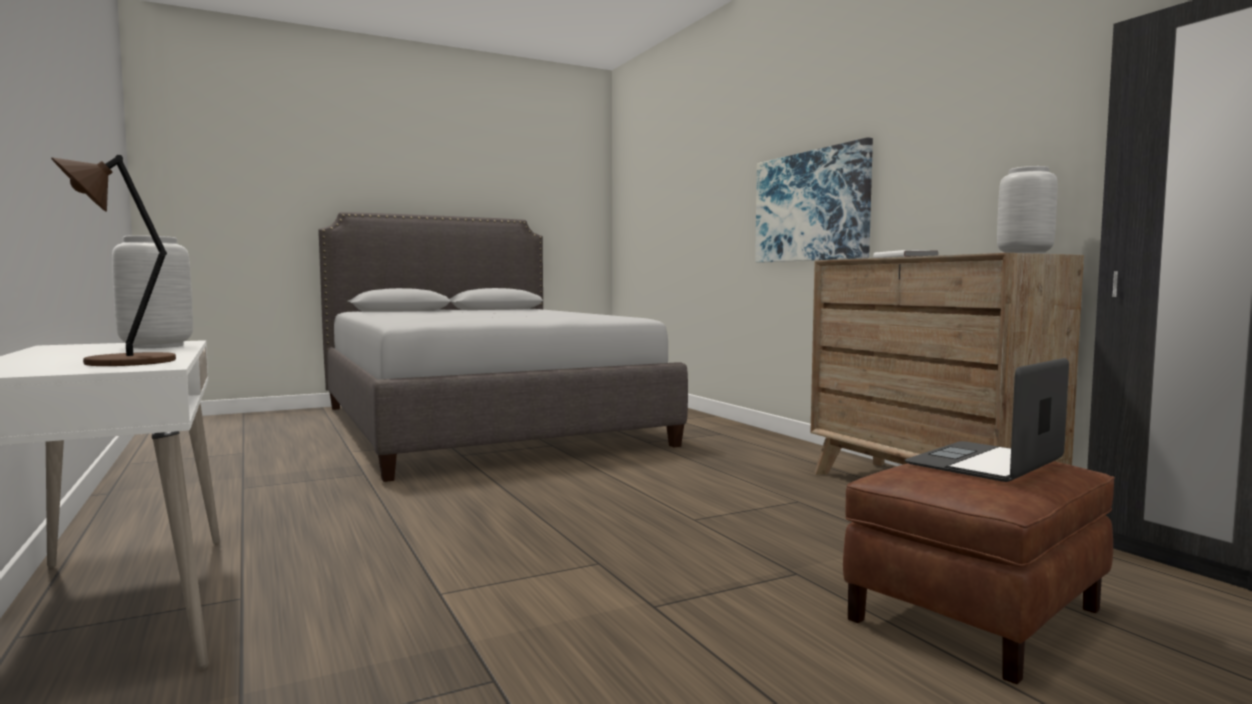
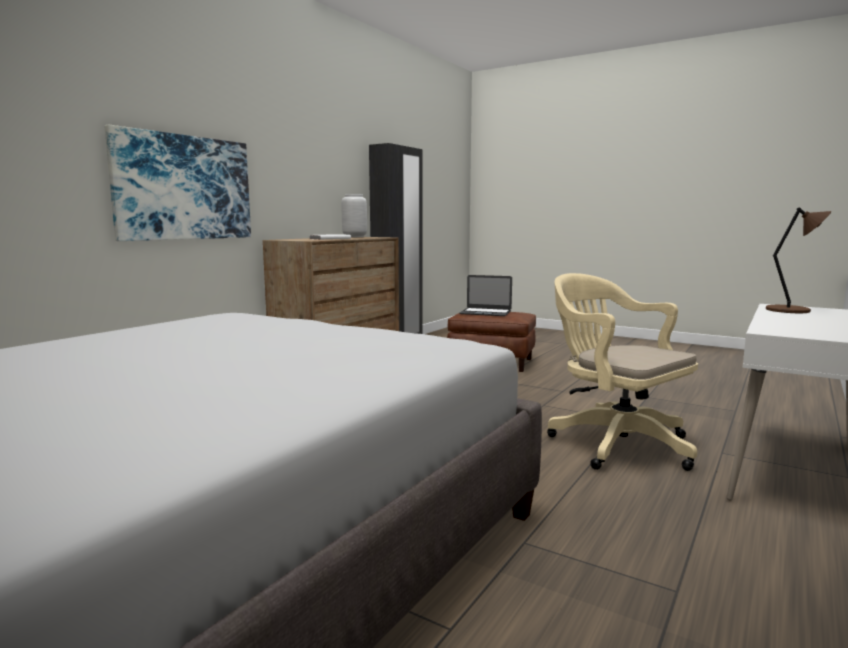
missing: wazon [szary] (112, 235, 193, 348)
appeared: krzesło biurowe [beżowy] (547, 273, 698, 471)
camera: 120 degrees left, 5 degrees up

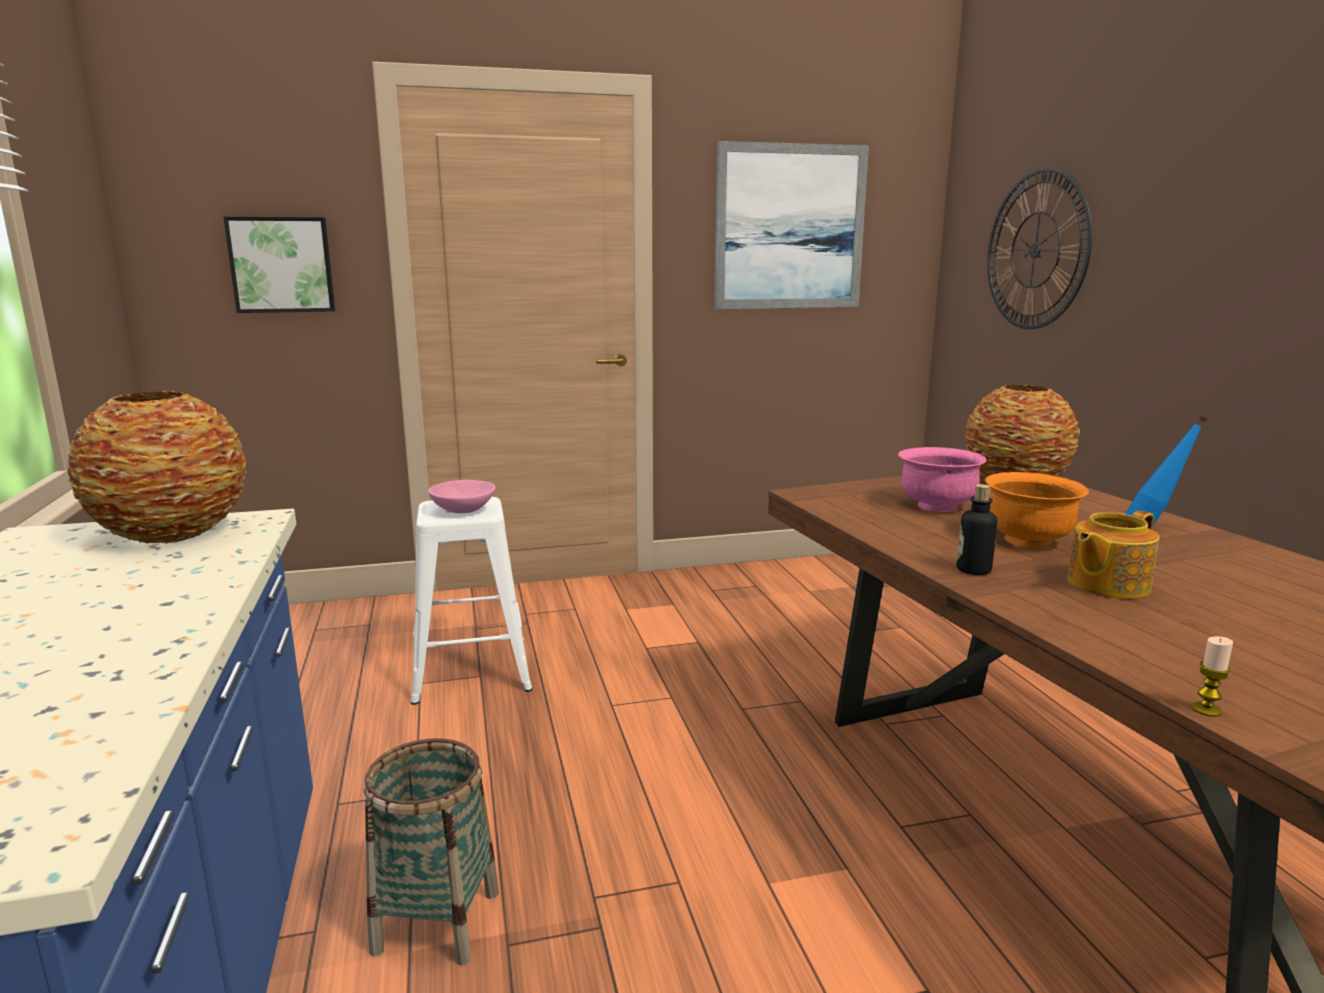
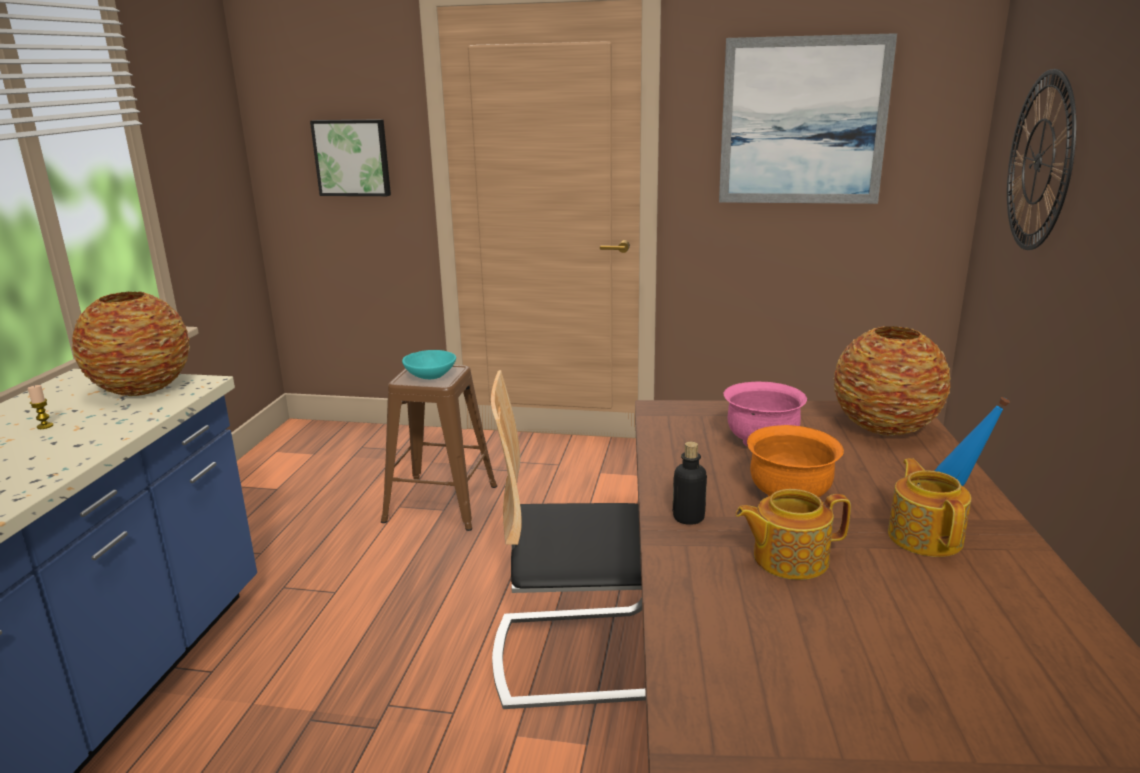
missing: koszyk (364, 738, 499, 965)
appeared: krzesło (491, 370, 646, 709); imbryk (888, 458, 971, 557)
relocated: świeca (1192, 636, 1233, 717) to (27, 385, 53, 429)
colour: stołek [biały] (411, 497, 533, 705) to stołek [brązowy] (381, 365, 497, 531); miska [różowy] (428, 480, 495, 513) to miska [turkusowy] (402, 350, 456, 379)
camera: 25 degrees right, 5 degrees up

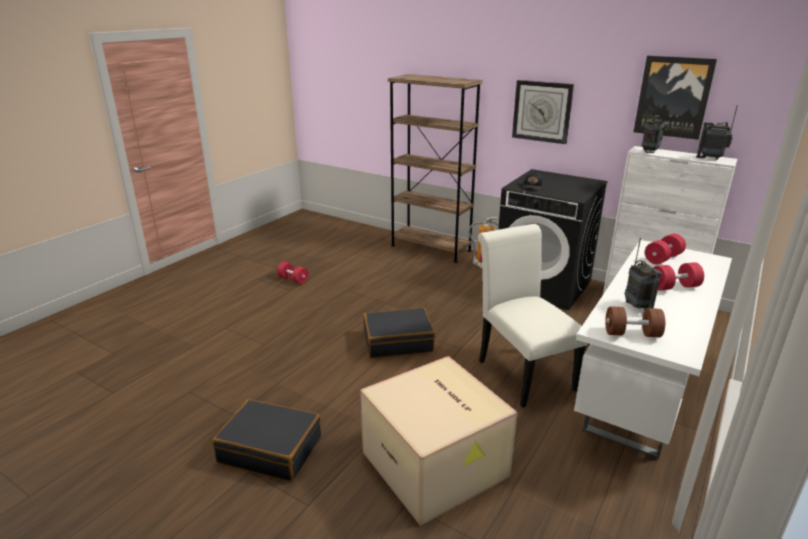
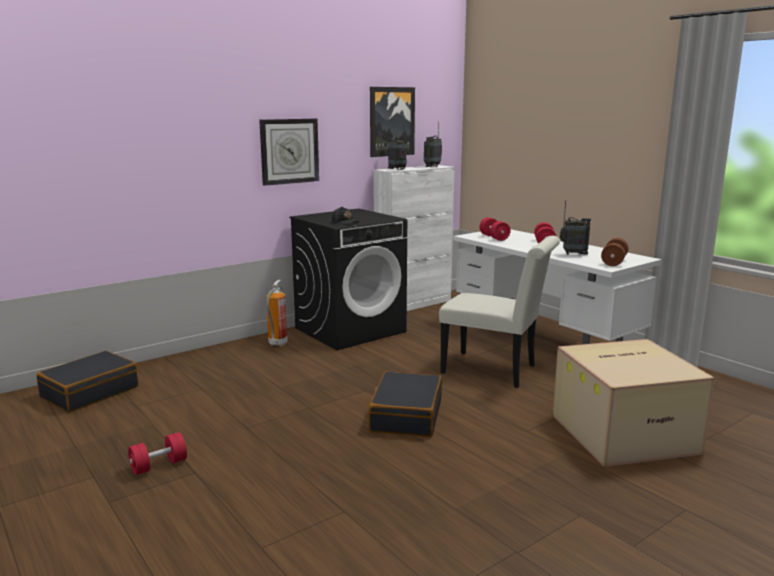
missing: regał [brązowy] (388, 74, 483, 263)
relocated: walizka [czarny] (212, 399, 321, 481) to (36, 351, 138, 413)
spun: krzesło [biały] (478, 224, 588, 408) = (439, 236, 560, 388) 150 degrees counterclockwise
camera: 70 degrees left, 10 degrees down

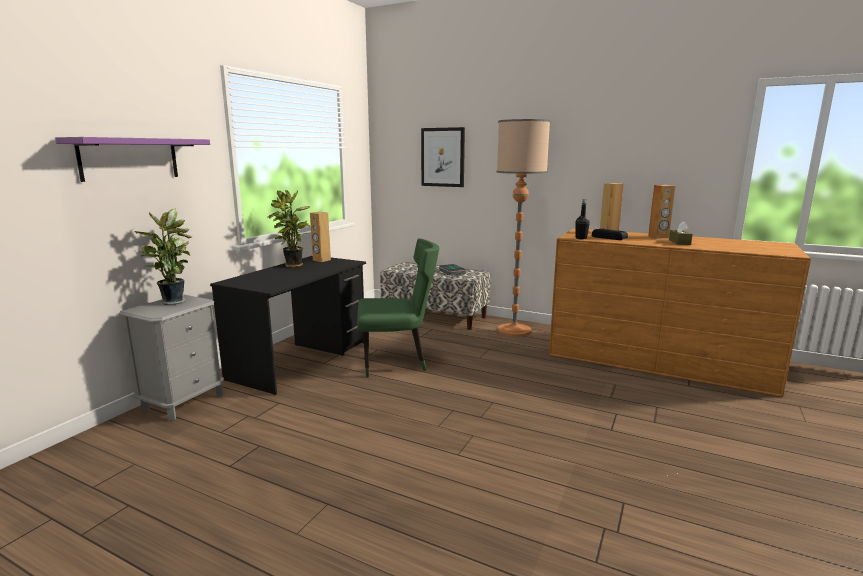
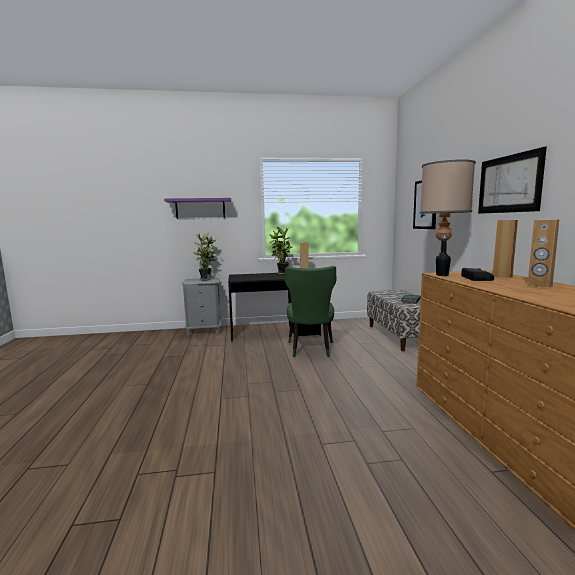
missing: pudełko chusteczek [brązowy] (669, 221, 693, 245)
appeared: obraz (478, 146, 547, 214)
spun: krzesło [zielony] (357, 238, 440, 378) = (285, 266, 336, 357) 45 degrees clockwise
camera: 55 degrees right, 5 degrees down

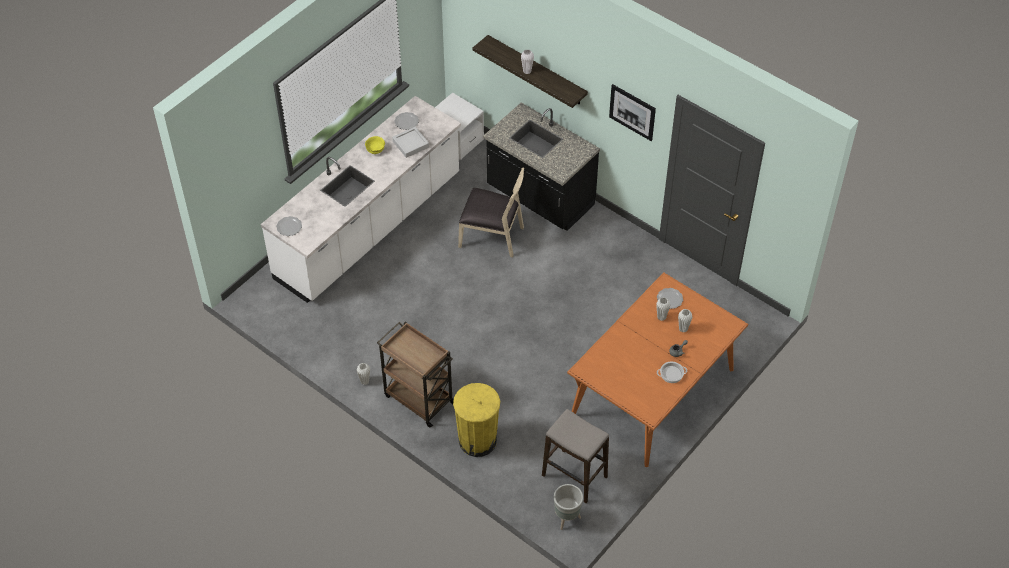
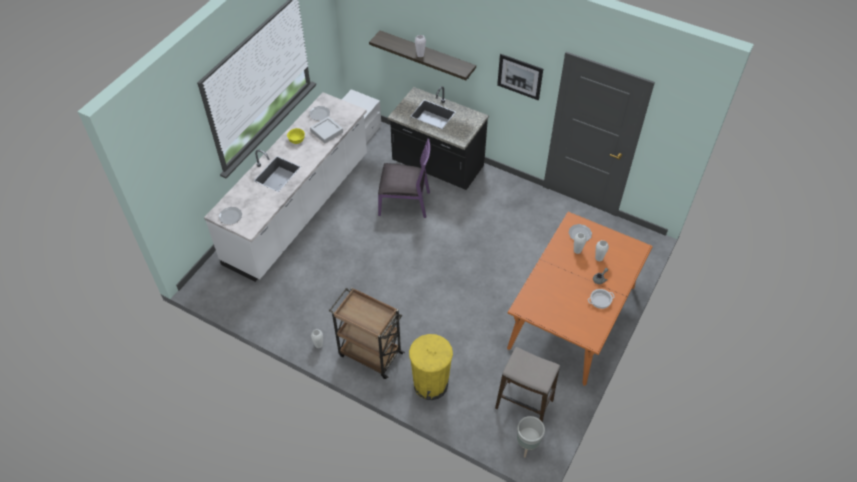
colour: krzesło [beżowy] (458, 167, 524, 257) to krzesło [fioletowy] (378, 139, 430, 218)
camera: 10 degrees left, 0 degrees up

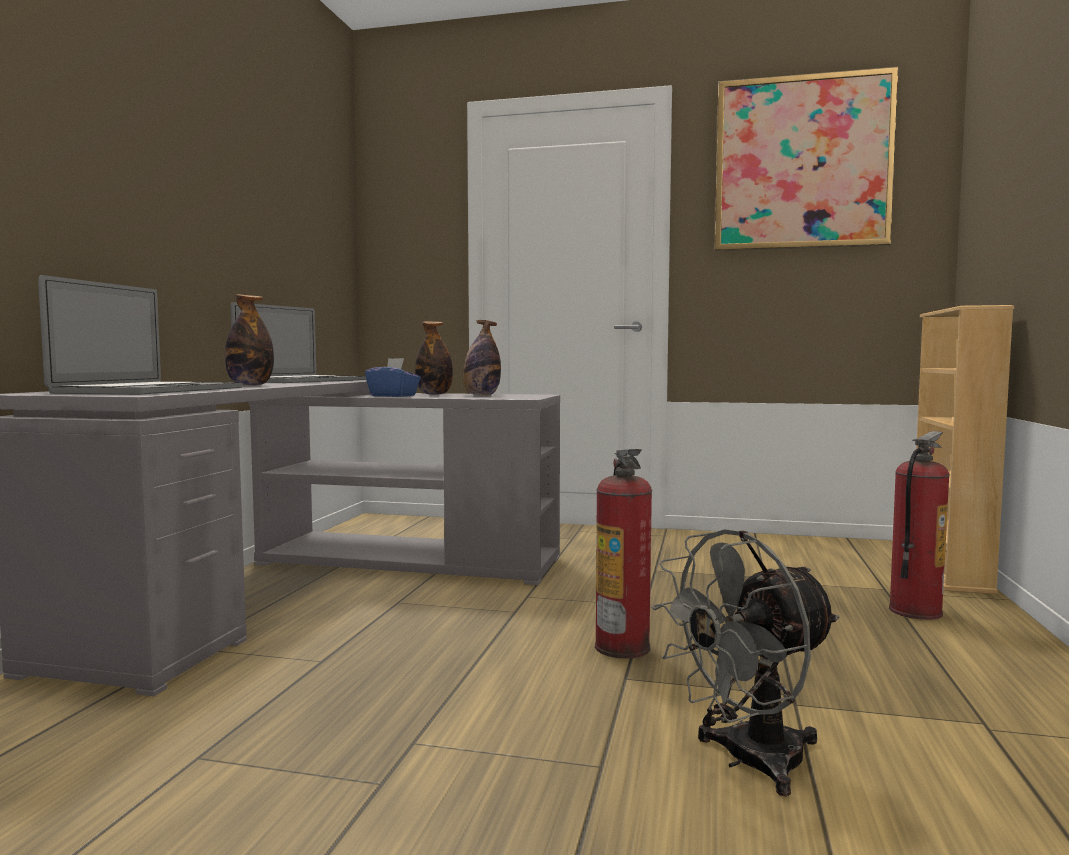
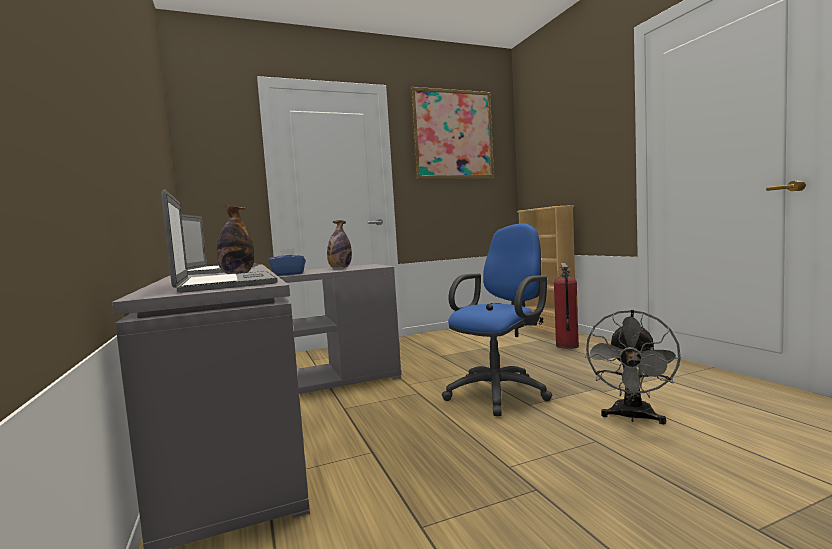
missing: butelka (415, 321, 453, 395)
exchanged: gaśnica (595, 449, 652, 659) to krzesło biurowe [niebieski] (442, 223, 552, 416)
camera: 35 degrees left, 0 degrees up

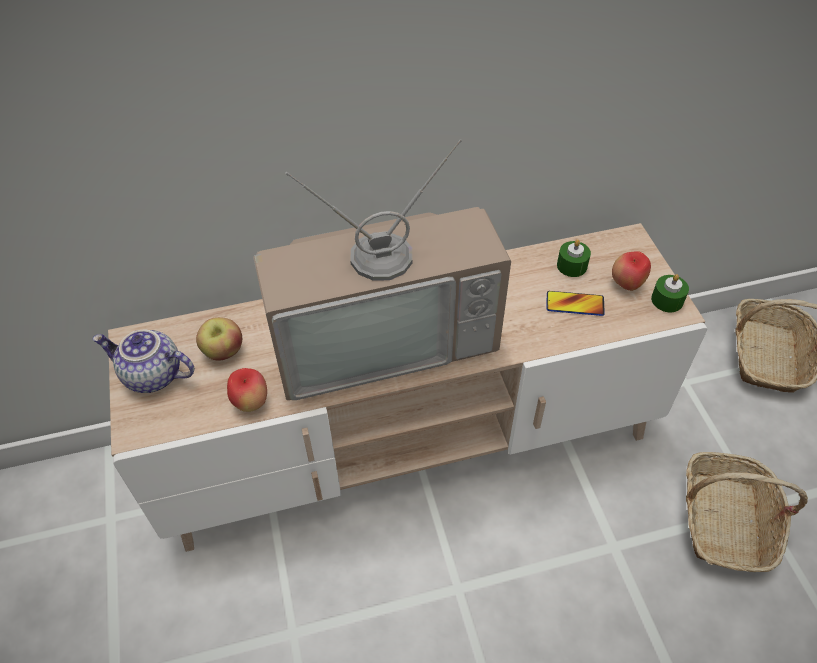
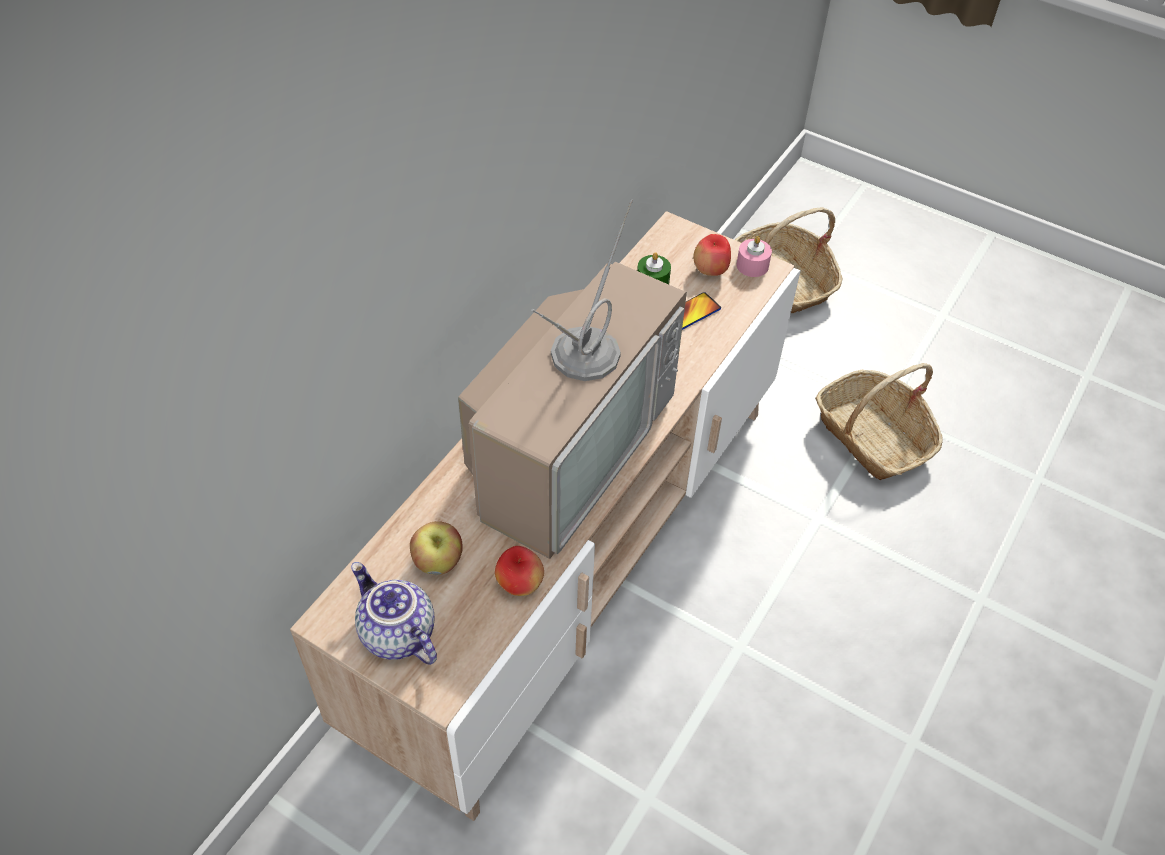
colour: świeca [zielony] (651, 274, 689, 312) to świeca [różowy] (736, 236, 772, 277)
spun: imbryk (93, 330, 195, 393) = (351, 562, 437, 665) 75 degrees clockwise
camera: 45 degrees left, 0 degrees up

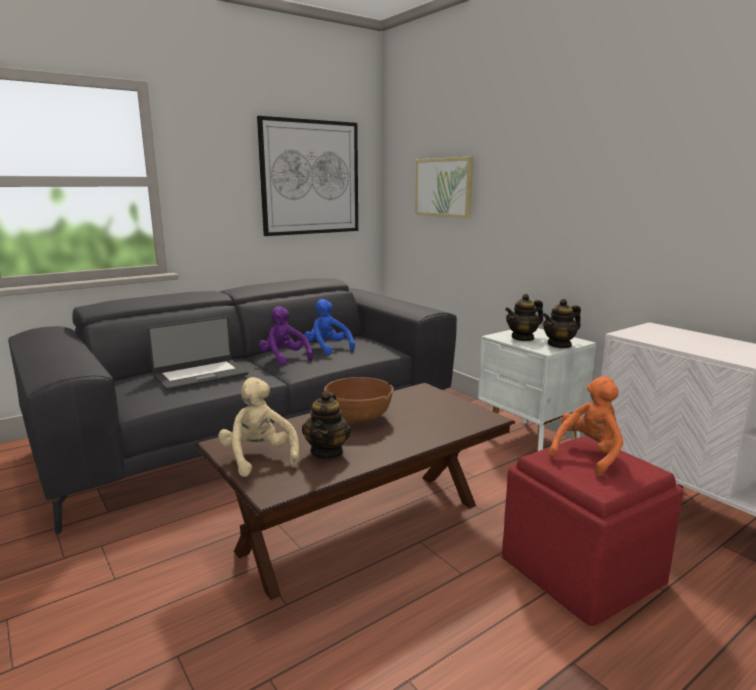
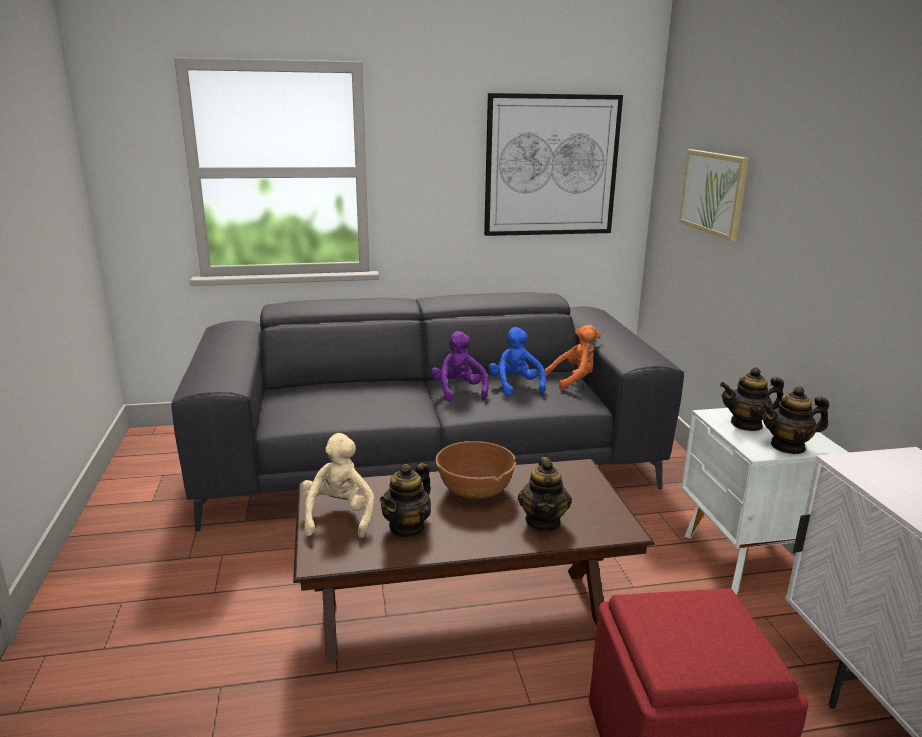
missing: laptop (147, 317, 249, 391)
appeared: imbryk (518, 457, 572, 532)
relocated: pluszak [pomarańczowy] (549, 376, 623, 476) to (545, 325, 601, 390)
camera: 25 degrees right, 5 degrees up

